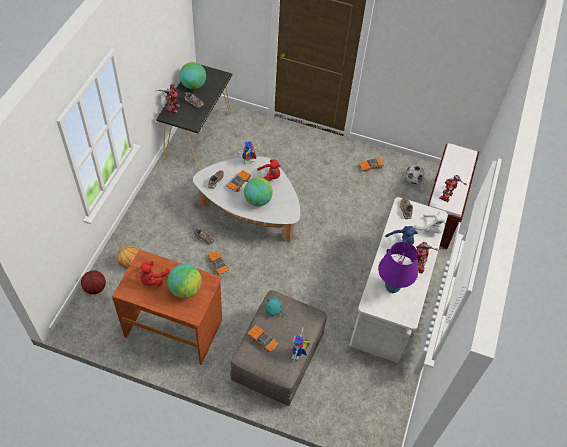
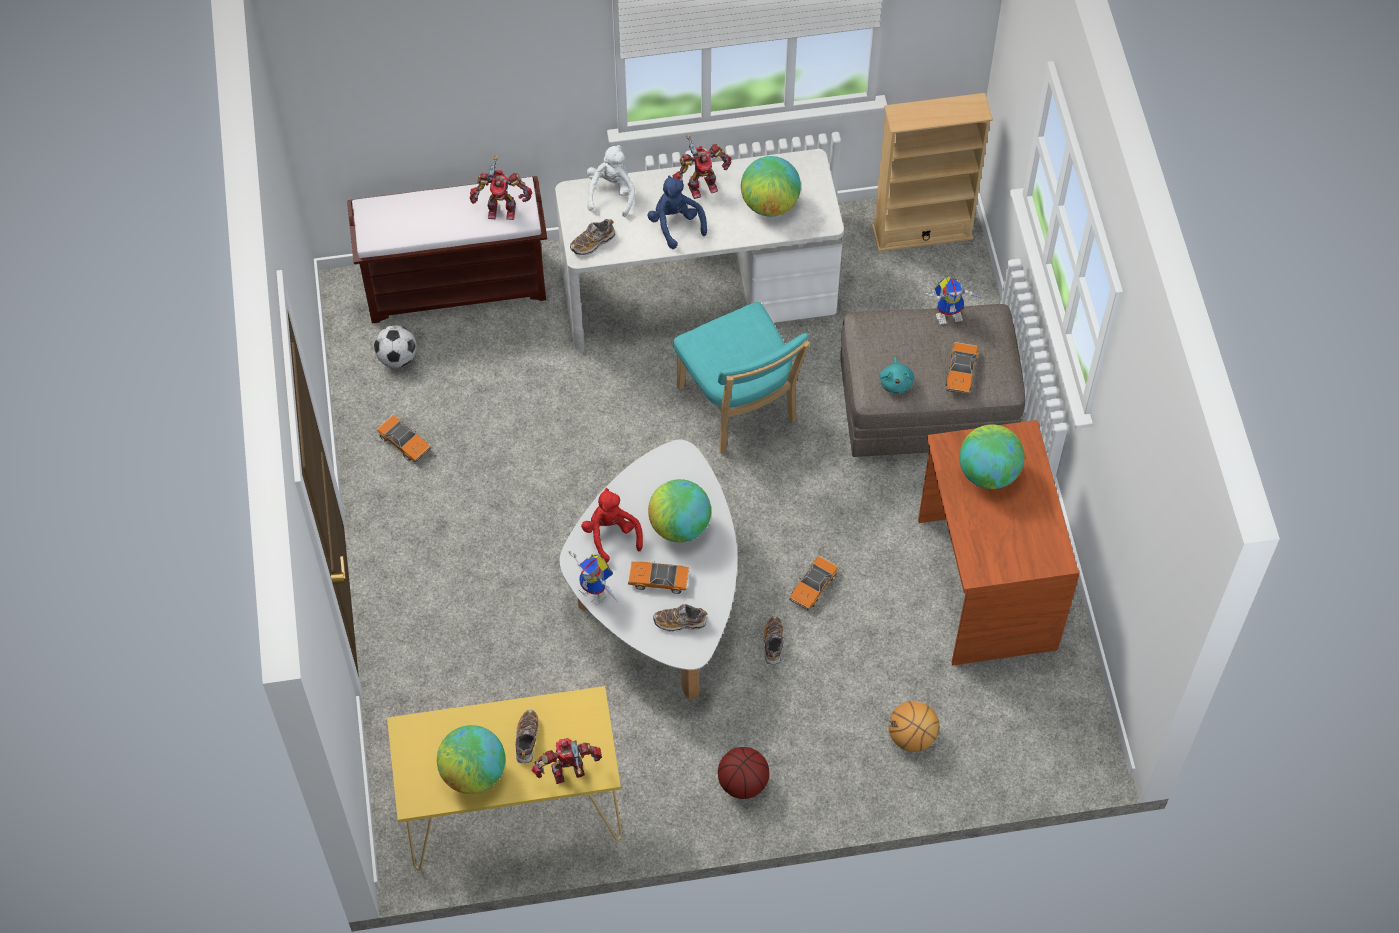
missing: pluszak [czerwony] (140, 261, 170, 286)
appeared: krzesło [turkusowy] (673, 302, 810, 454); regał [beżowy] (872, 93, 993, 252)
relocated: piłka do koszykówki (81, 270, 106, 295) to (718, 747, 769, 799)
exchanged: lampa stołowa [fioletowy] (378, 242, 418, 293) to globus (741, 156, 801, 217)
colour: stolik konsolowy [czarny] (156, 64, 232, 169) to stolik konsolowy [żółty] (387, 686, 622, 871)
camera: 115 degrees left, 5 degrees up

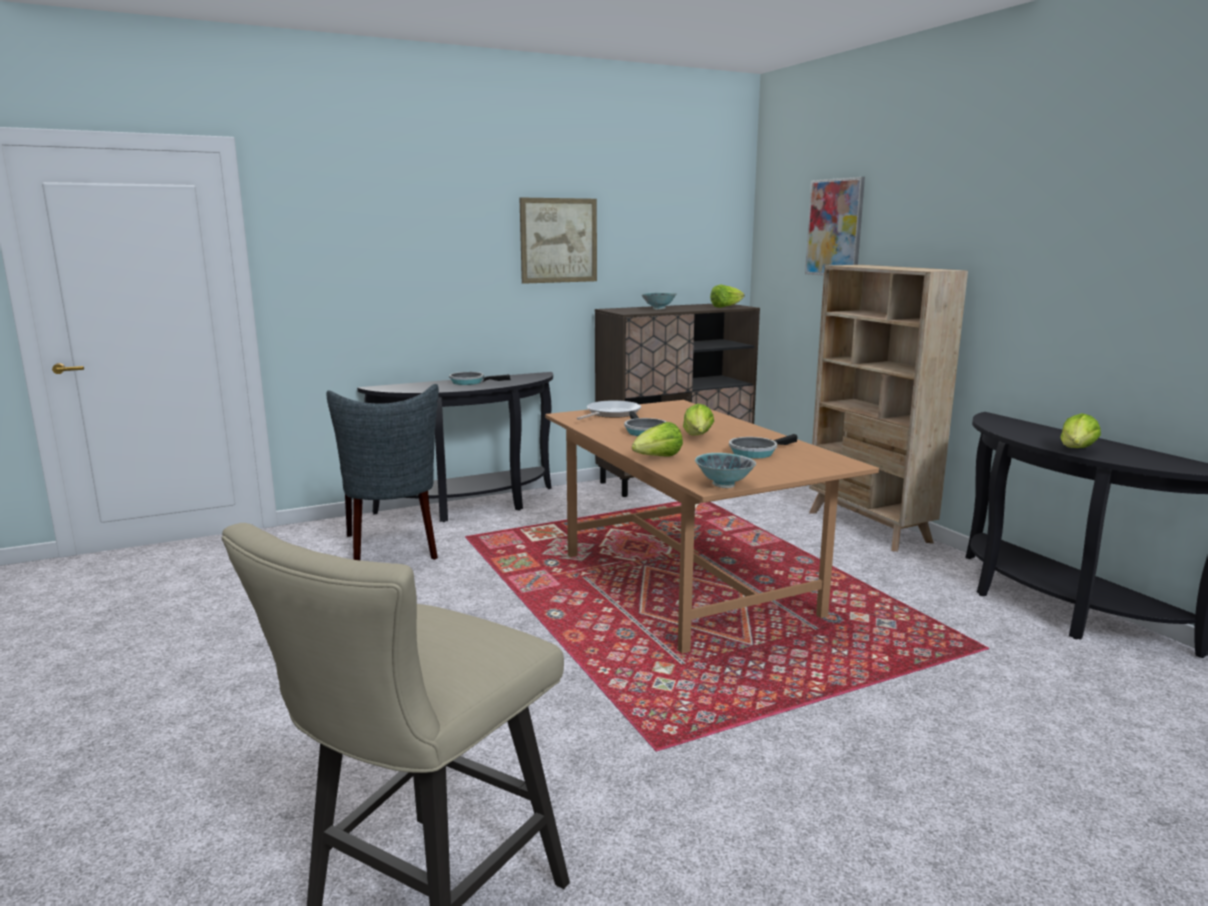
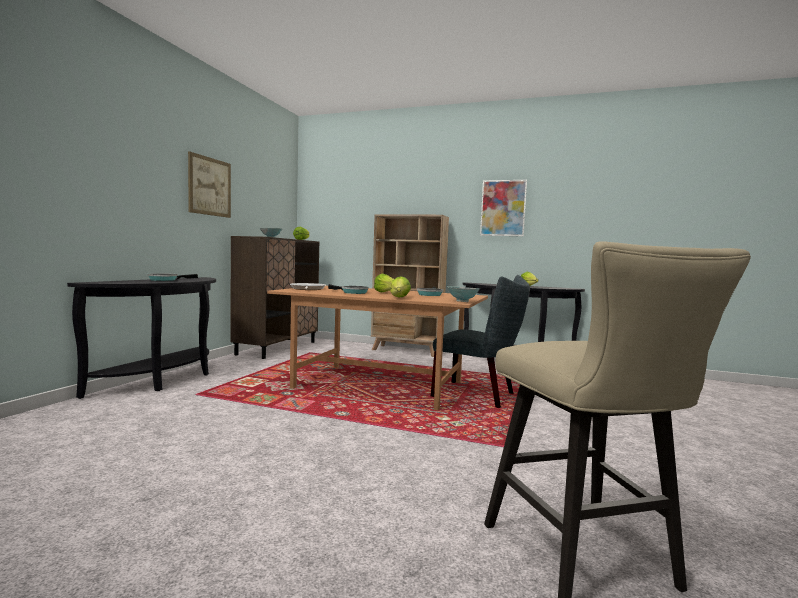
relocated: krzesło [szary] (327, 384, 439, 560) to (431, 275, 530, 408); obraz (805, 177, 865, 276) to (480, 180, 527, 236)
camera: 45 degrees left, 10 degrees down

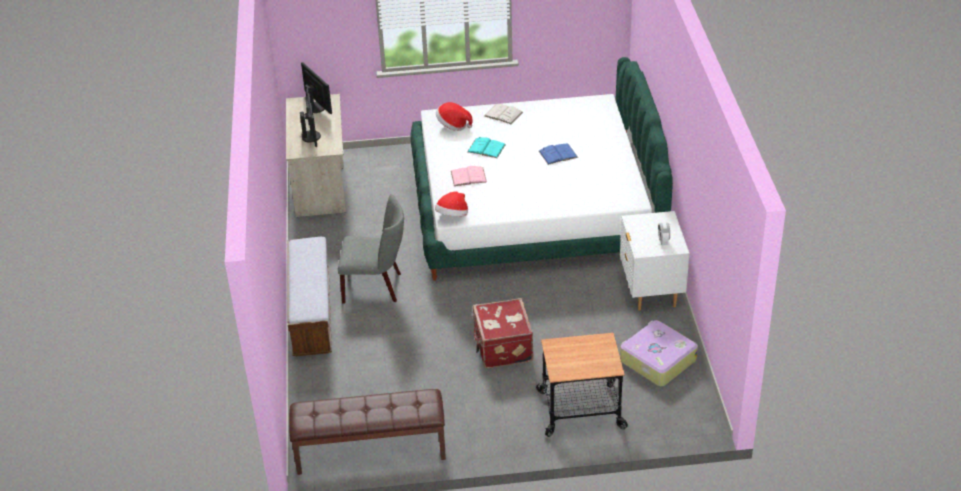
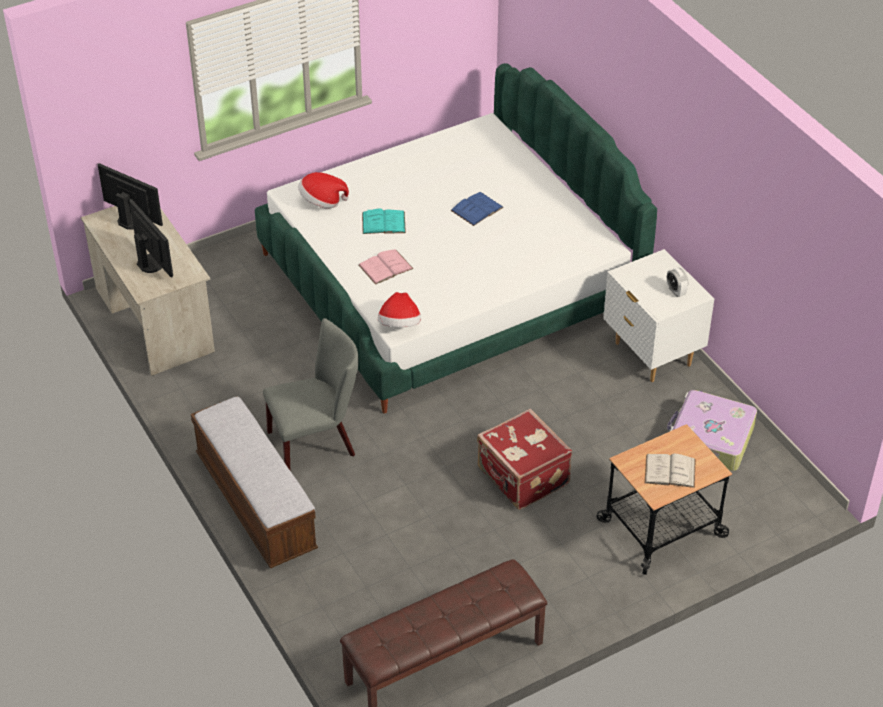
relocated: książka [biały] (484, 104, 523, 124) to (645, 454, 696, 488)
camera: 25 degrees left, 5 degrees up

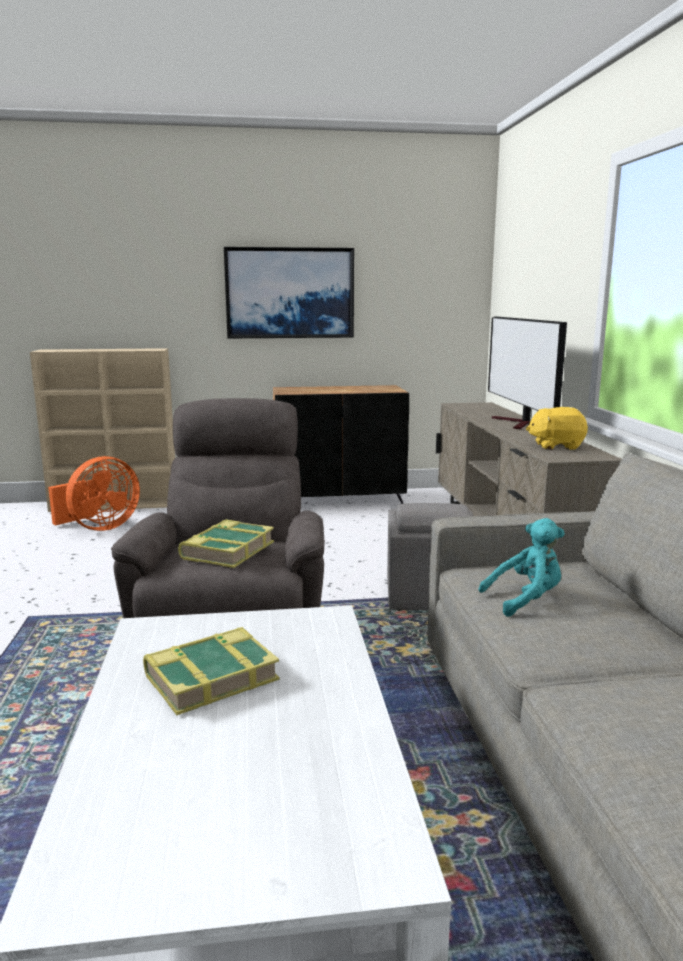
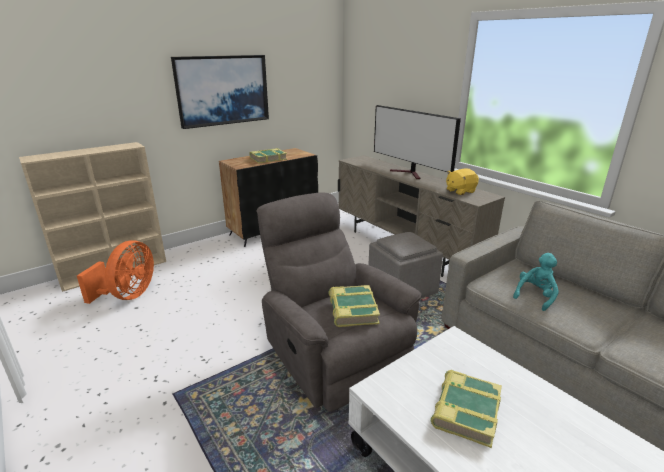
appeared: książka (250, 148, 287, 163)
camera: 30 degrees left, 10 degrees up

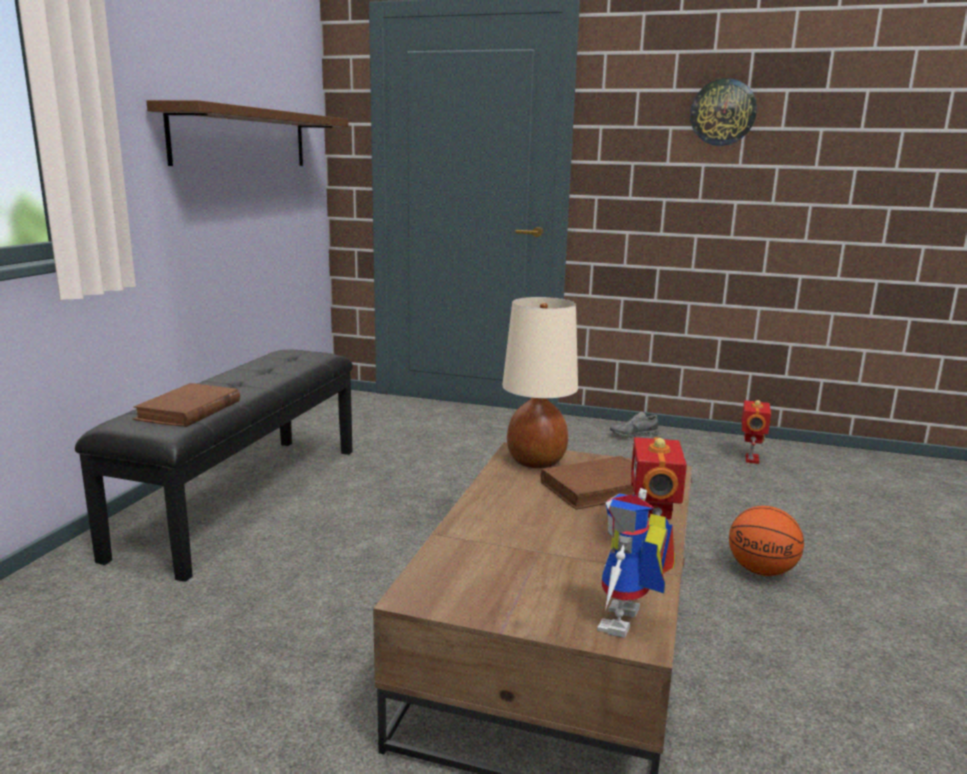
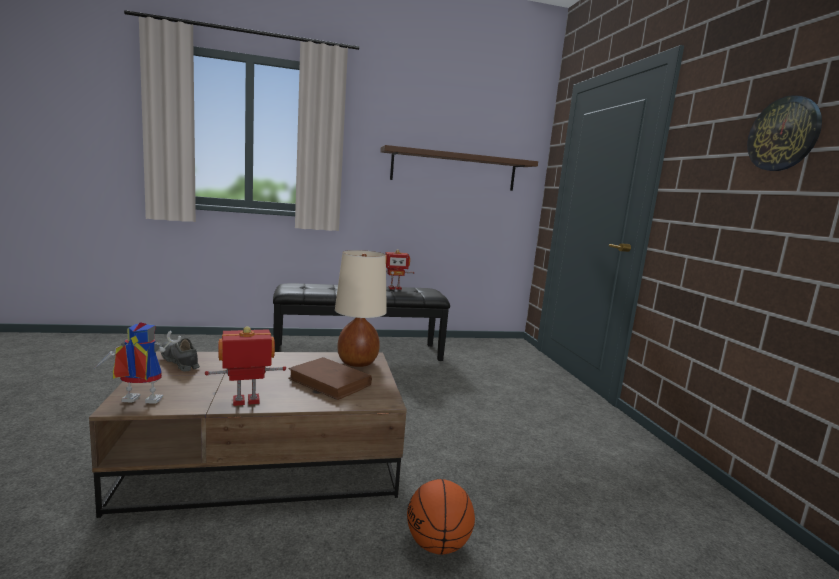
missing: książka [brązowy] (133, 383, 240, 427)
relocated: but [szary] (610, 411, 659, 438) to (161, 338, 200, 371); robot zabawkowy (742, 400, 771, 464) to (385, 249, 415, 290)
camera: 60 degrees right, 5 degrees down

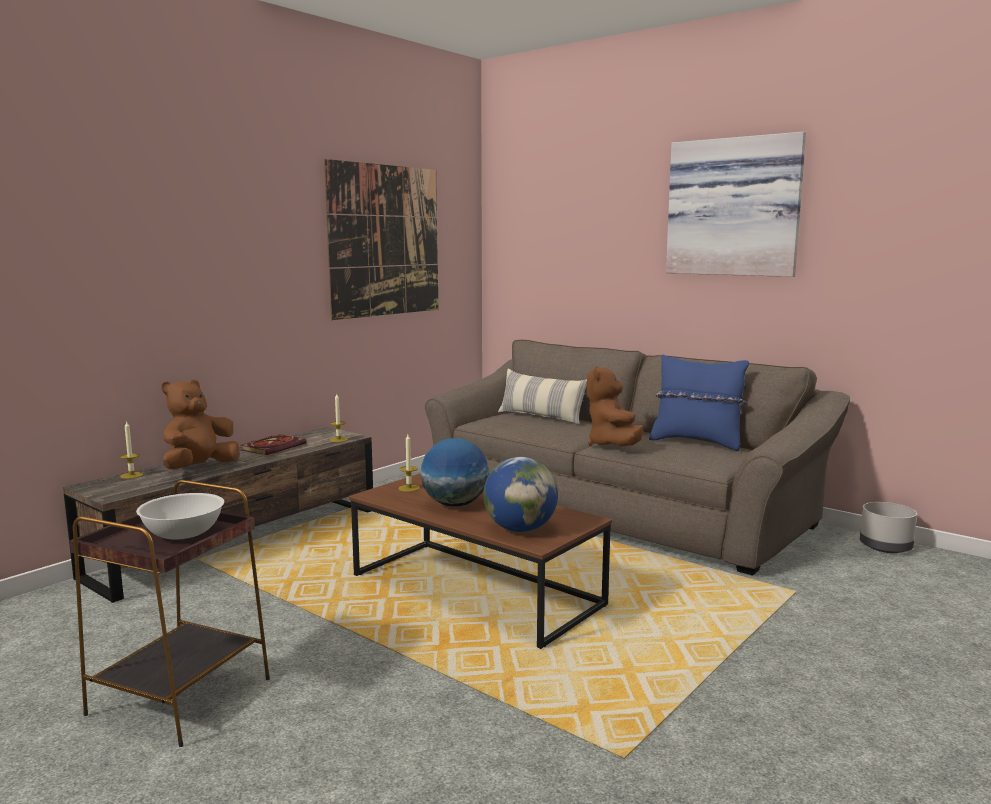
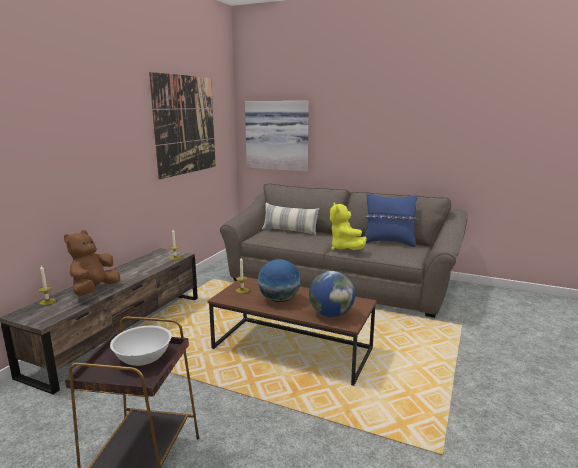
missing: książka (241, 434, 307, 455); donica [szary] (860, 502, 917, 553)
relocated: obraz (666, 132, 806, 277) to (245, 101, 309, 172)
colour: pluszak [brązowy] (587, 366, 644, 446) to pluszak [żółty] (330, 203, 367, 250)
camera: 15 degrees left, 5 degrees up

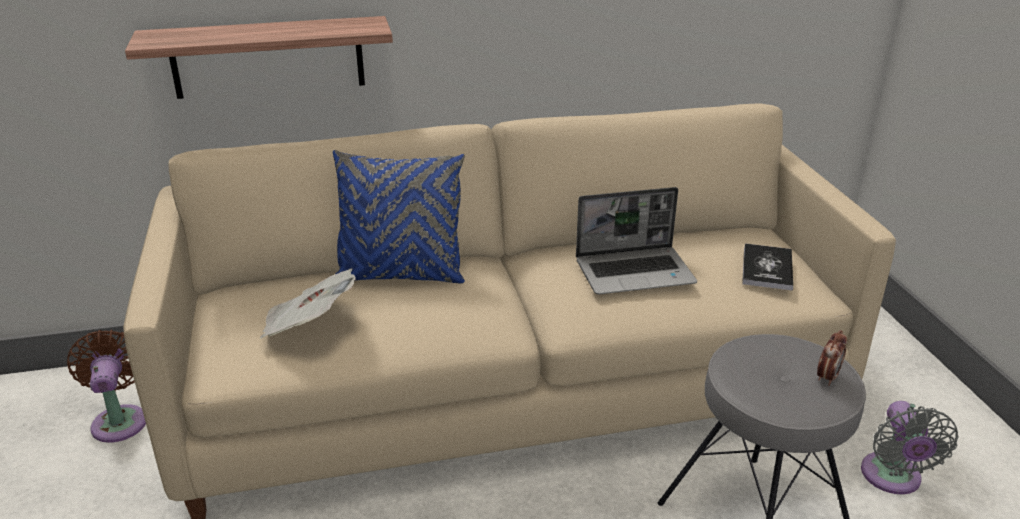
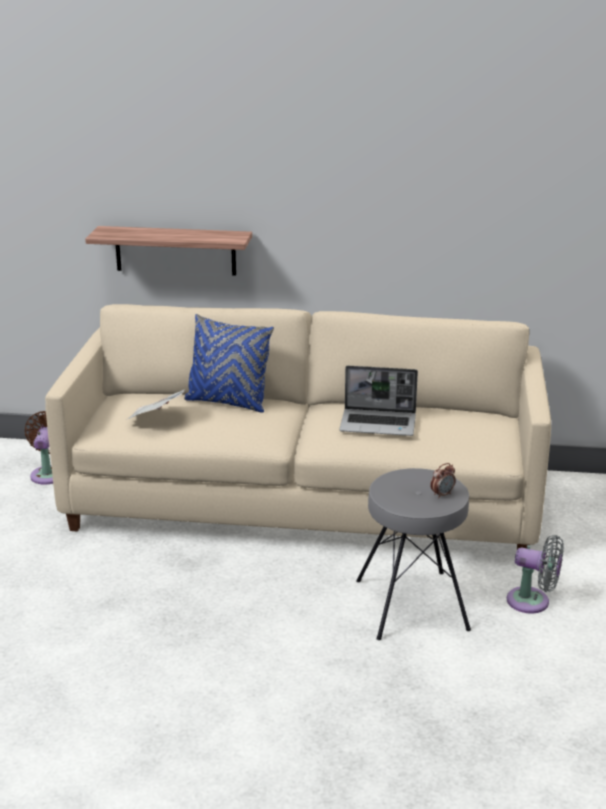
missing: książka (742, 243, 793, 291)
spun: wentylator [szary] (861, 401, 958, 494) = (507, 535, 564, 614) 90 degrees counterclockwise
camera: 20 degrees right, 5 degrees down

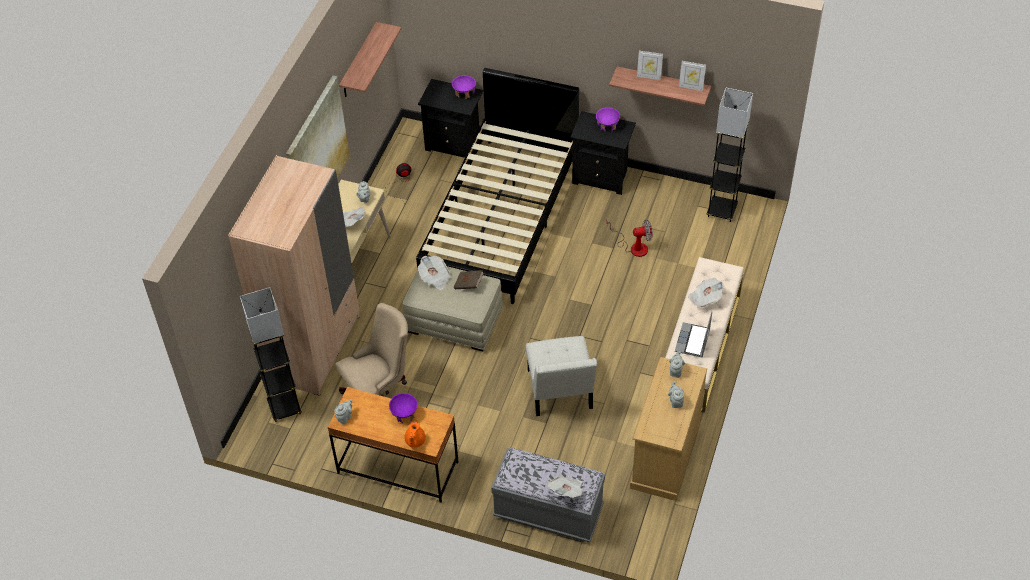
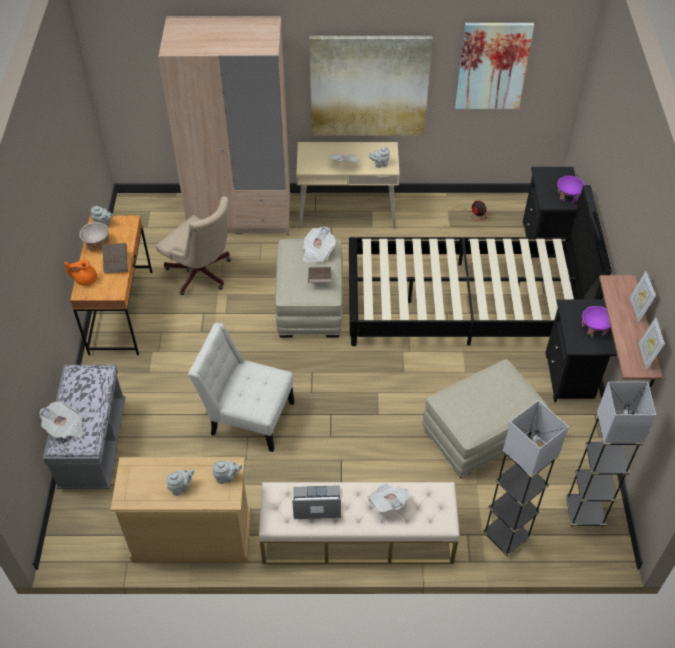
appeared: miska [beżowy] (79, 222, 109, 251)
relocated: lampa stojąca [szary] (240, 287, 302, 422) to (482, 400, 569, 557)
exchanged: miska [fioletowy] (389, 393, 418, 423) to książka [brązowy] (103, 243, 128, 273); wentylator (606, 220, 653, 257) to pufa [beżowy] (422, 359, 548, 478); półka (339, 22, 402, 97) to obraz (455, 23, 534, 109)
spun: krzesło [biały] (526, 336, 597, 416) = (188, 323, 295, 452) 45 degrees clockwise
camera: 70 degrees right, 0 degrees up

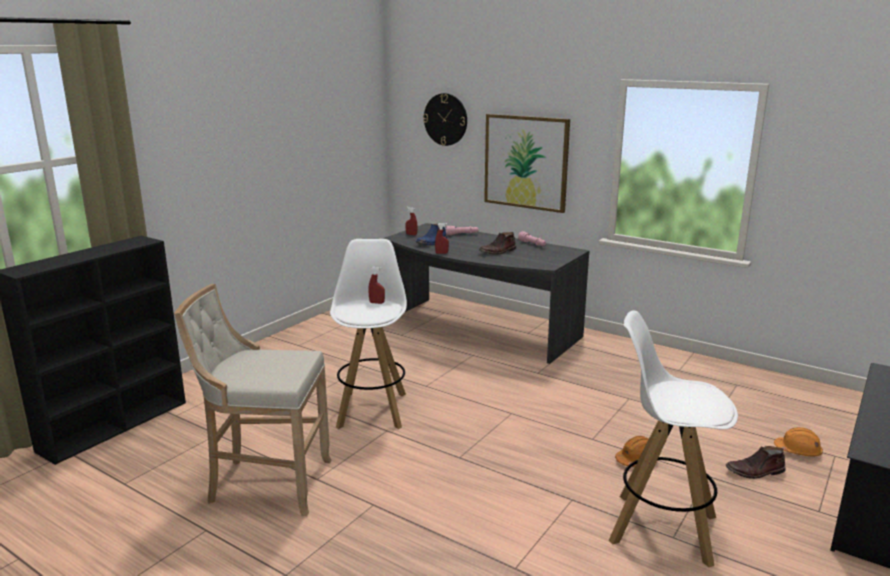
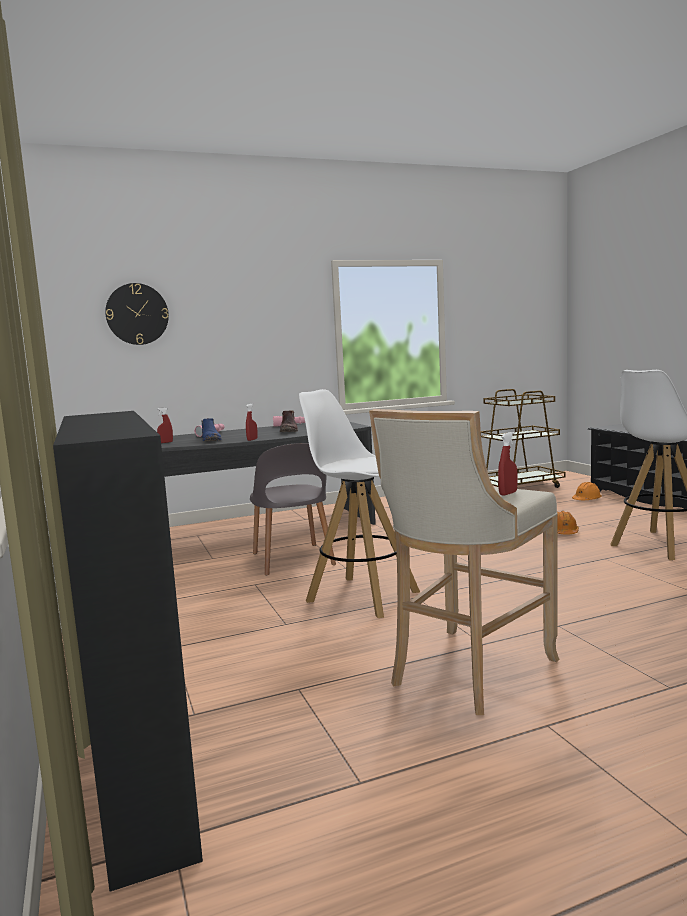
missing: obraz (484, 114, 570, 213); but z cholewką [brązowy] (726, 446, 786, 479)
appeared: krzesło [szary] (250, 443, 336, 575); wózek [brązowy] (481, 389, 566, 488)
relocated: spryskiwacz [czerwony] (368, 267, 385, 304) to (498, 432, 518, 496)
camera: 55 degrees left, 10 degrees down

